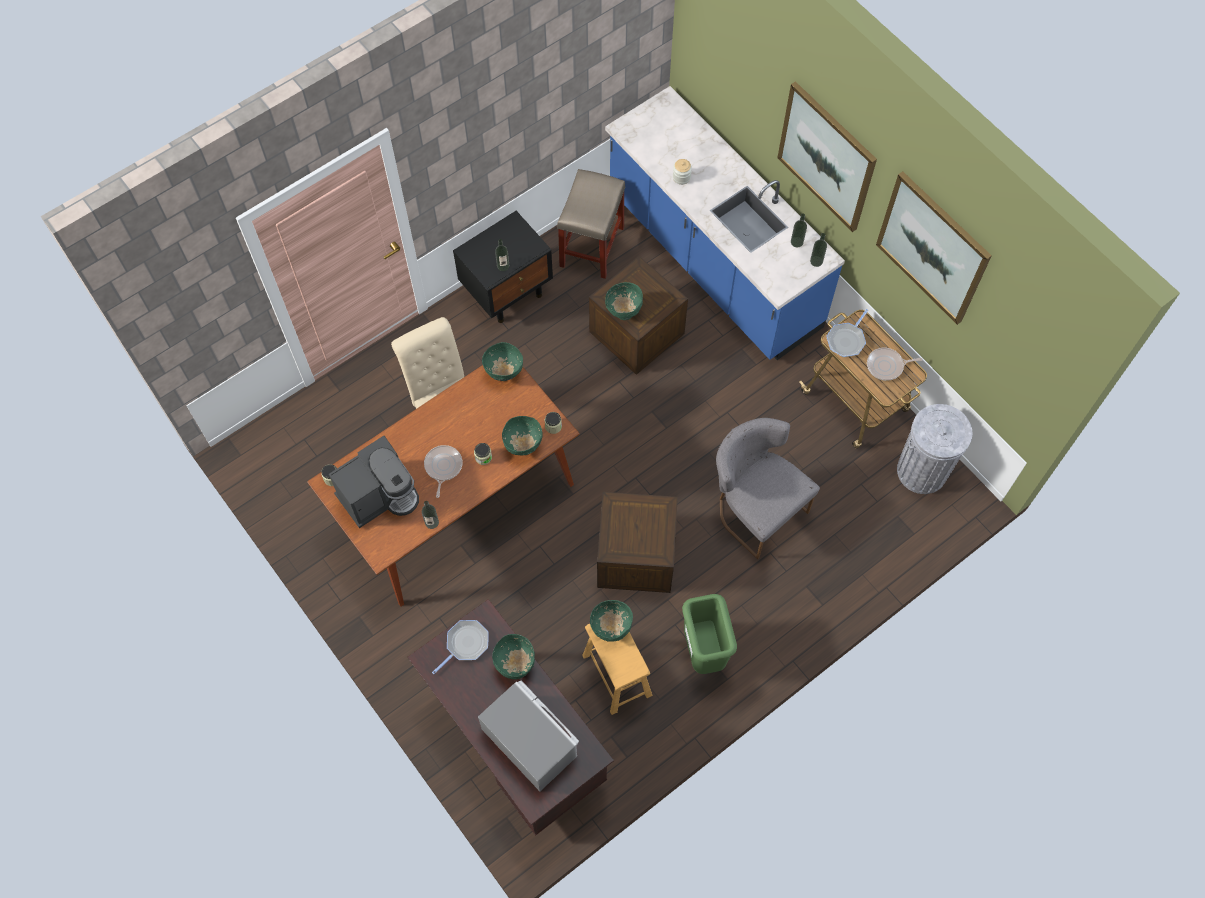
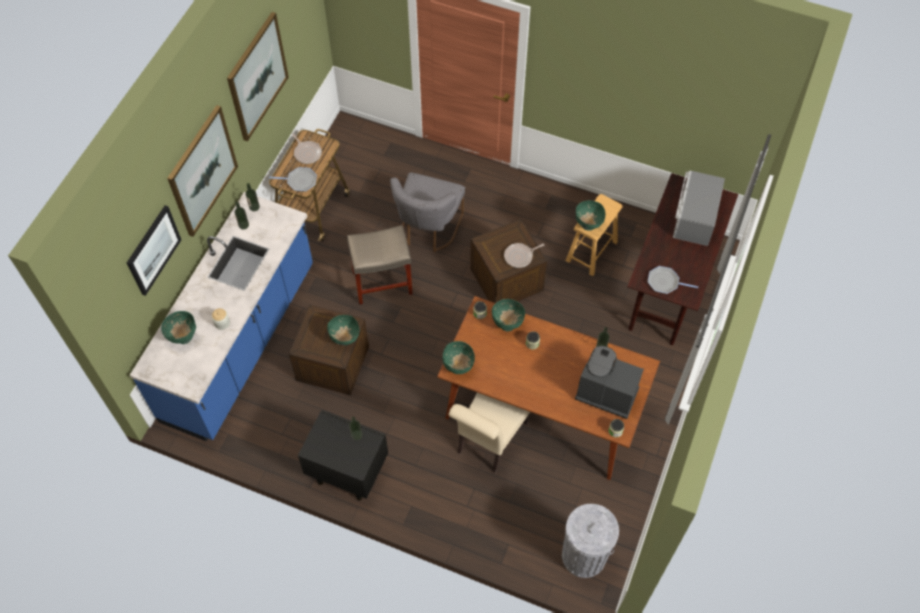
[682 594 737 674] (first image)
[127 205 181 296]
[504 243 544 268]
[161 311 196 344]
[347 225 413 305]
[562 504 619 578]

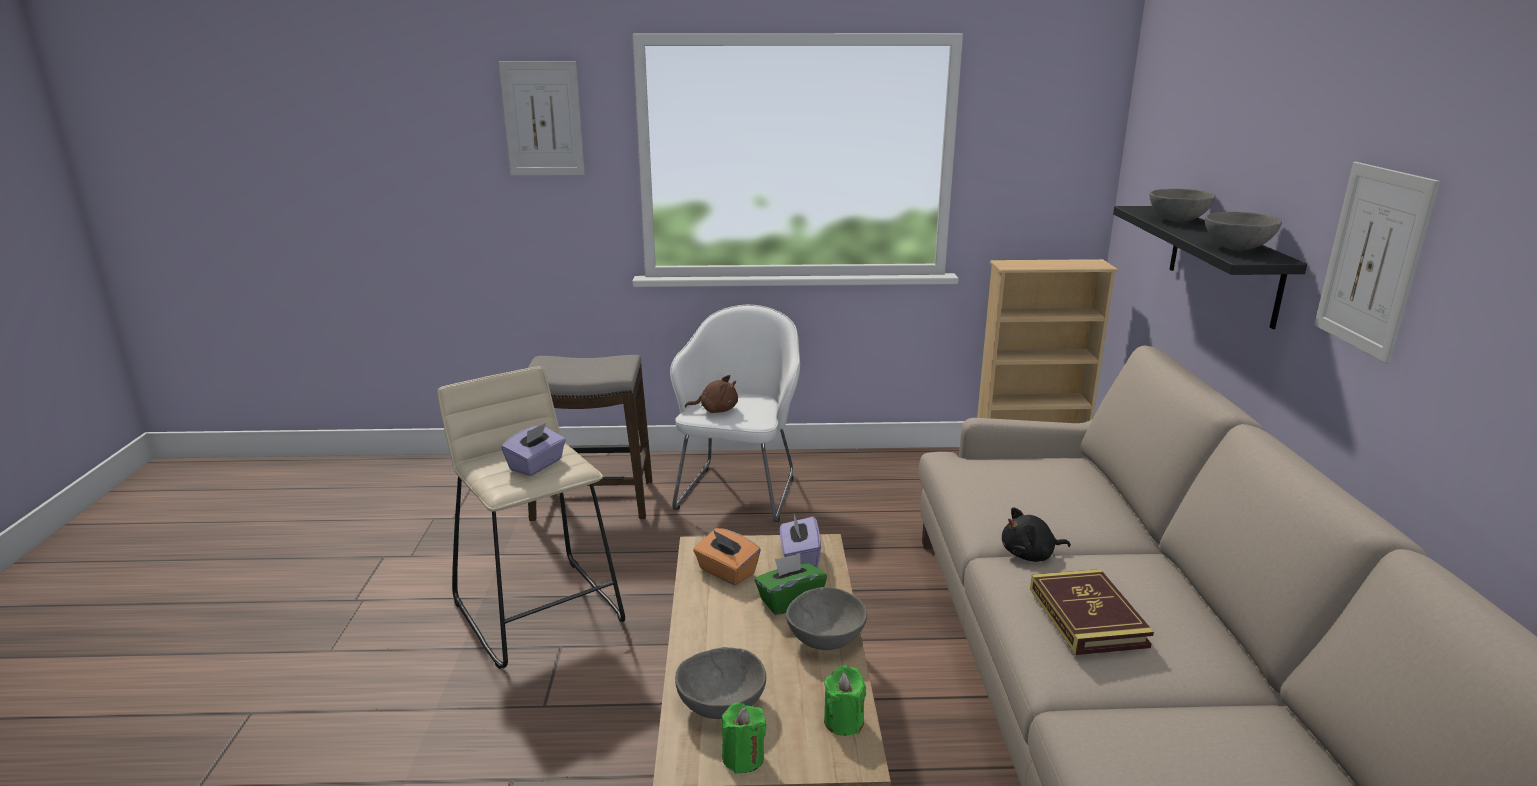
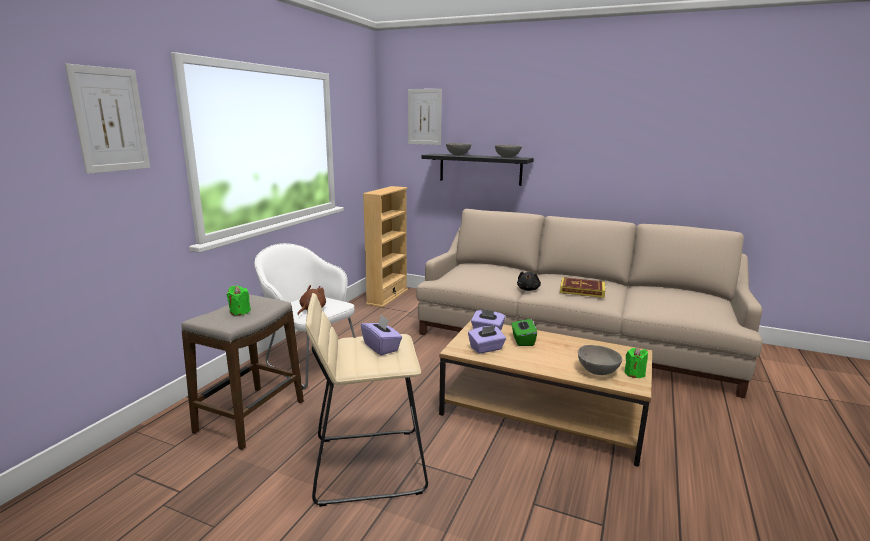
[786 587 867 650] (first image)
[227 285 251 316]
[408 89 442 145]
[468 325 506 354]

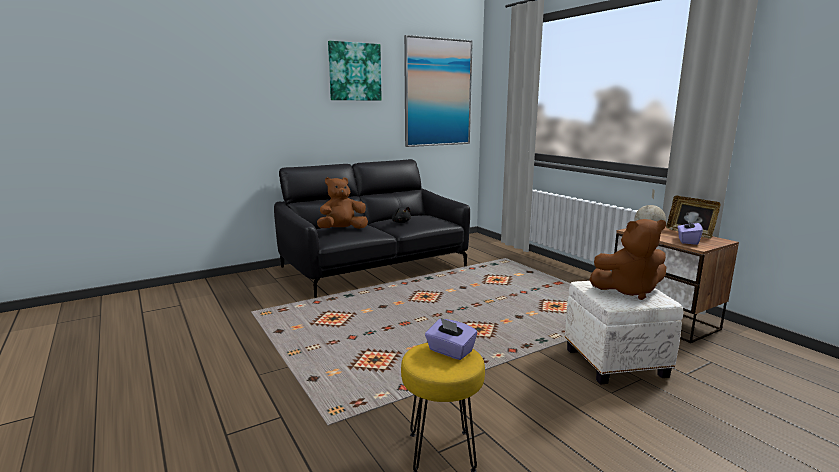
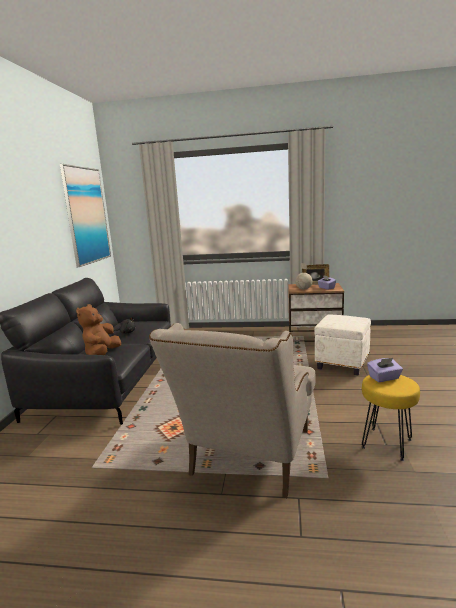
[328 41 382 101] (first image)
[589 219 667 300] (first image)
[149 323 316 498]

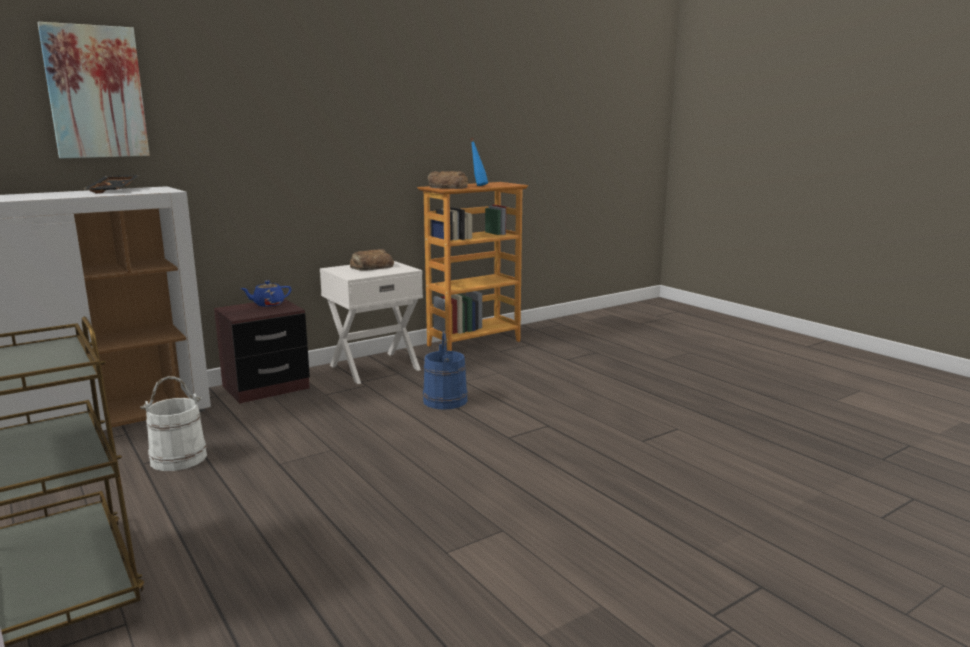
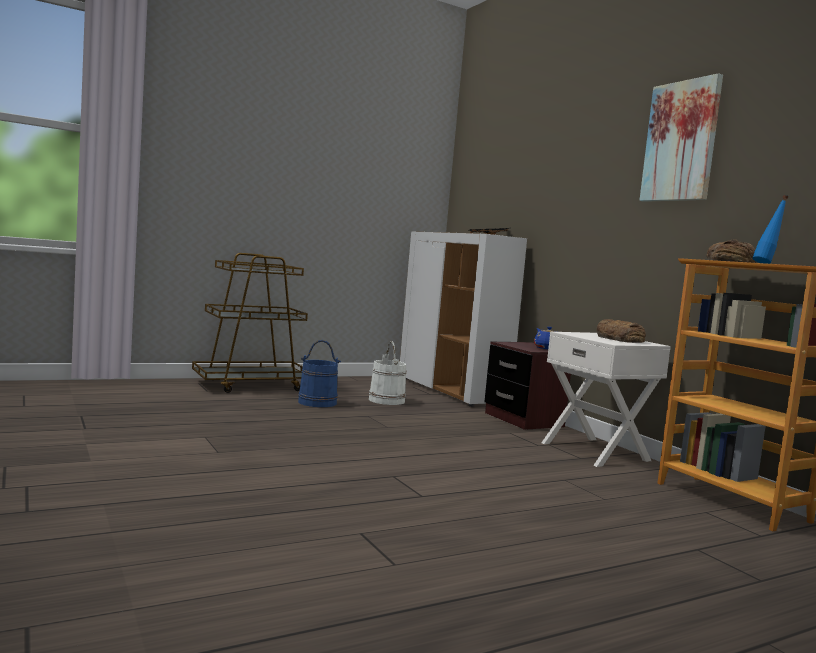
[639 73 723 202]
[298 340 341 407]

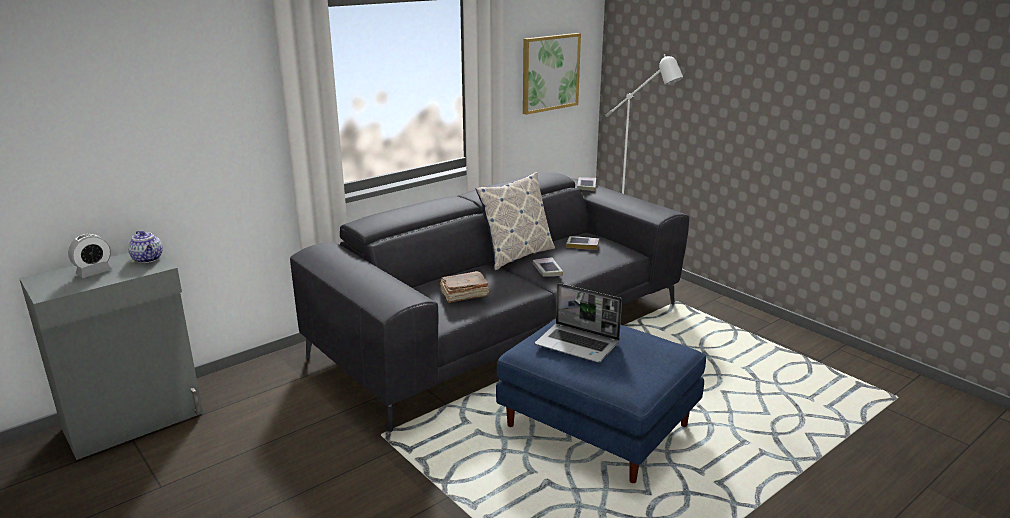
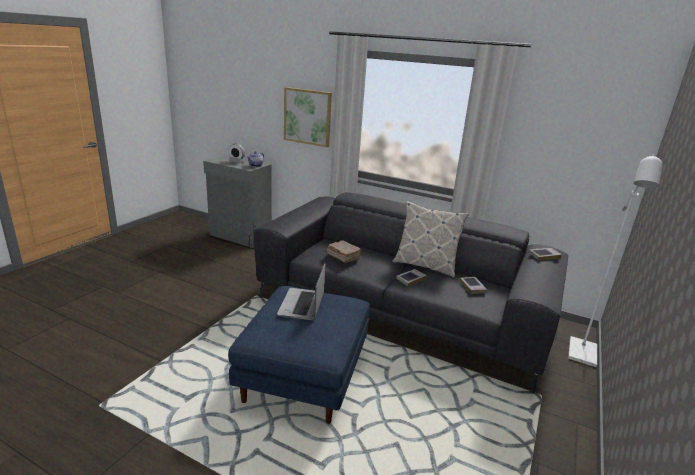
[284 87 332 147]

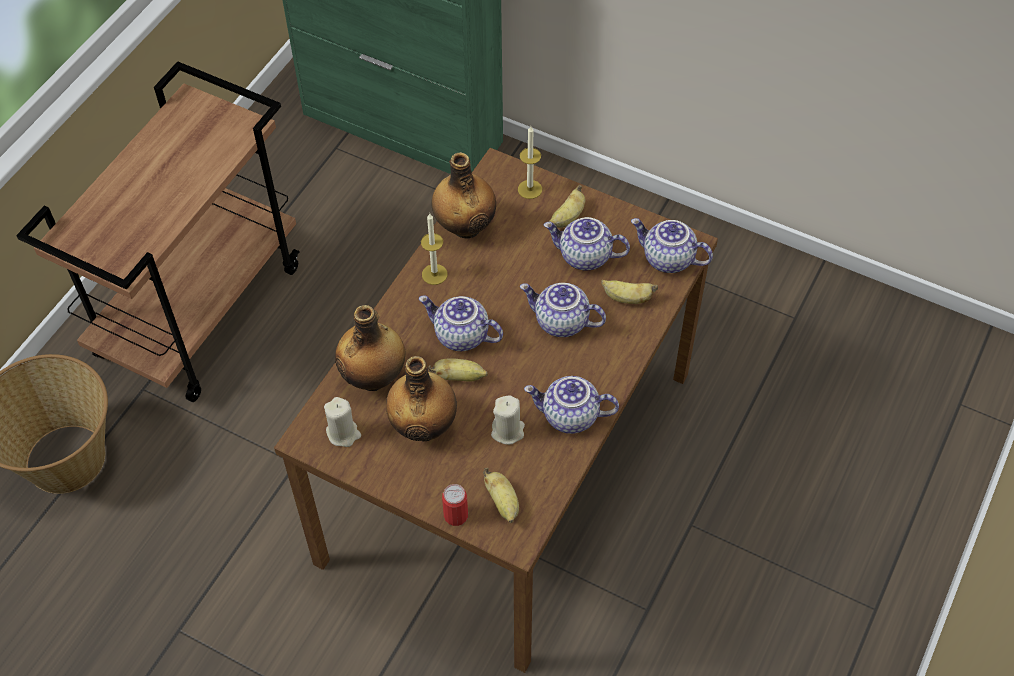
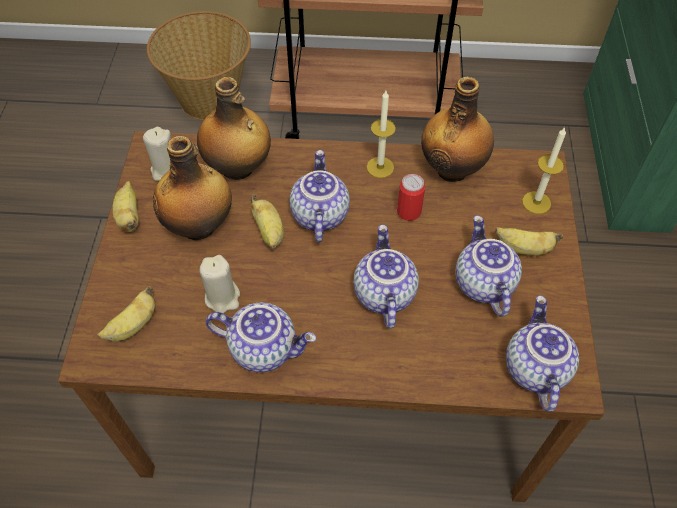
[397 174 425 221]
[113 181 139 232]
[206 303 316 372]

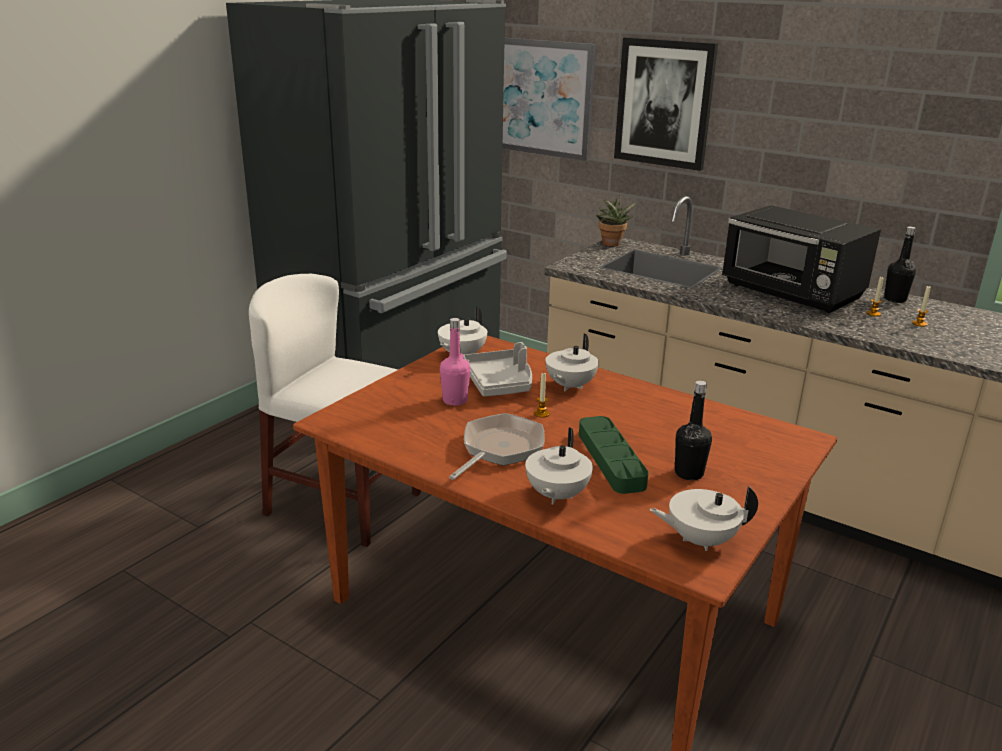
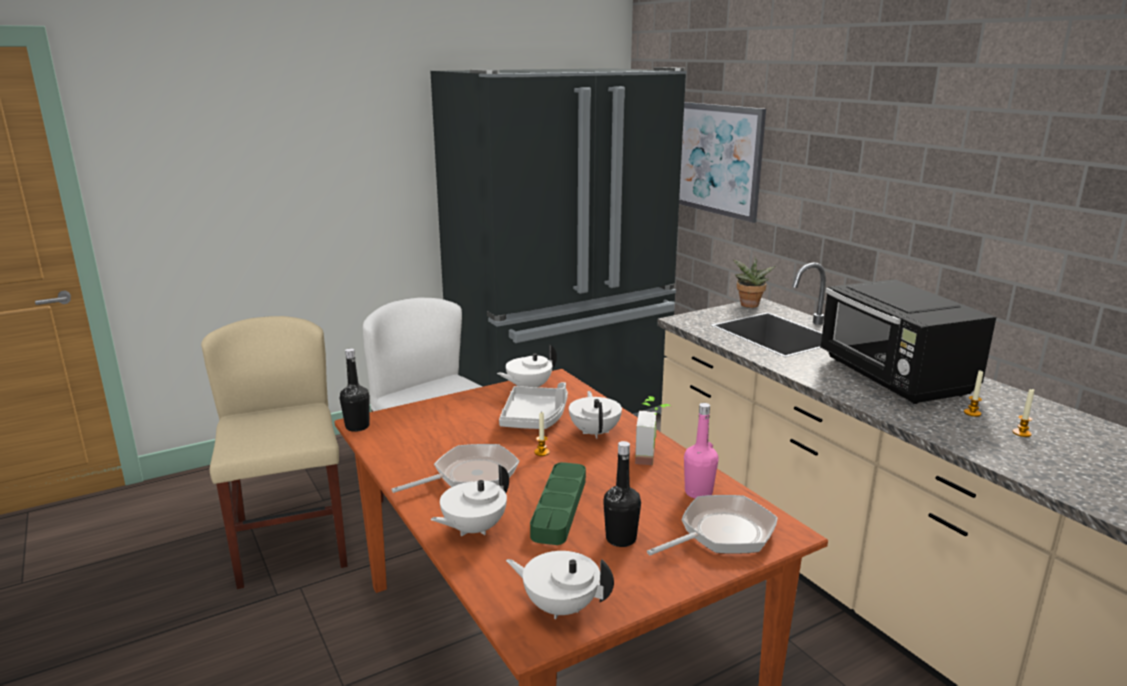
[614 37 718 171] (first image)
[201 316 348 589]
[635 396 671 465]
[647 495 778 555]
[684 403 718 499]
[340 349 369 432]
[569 391 622 439]

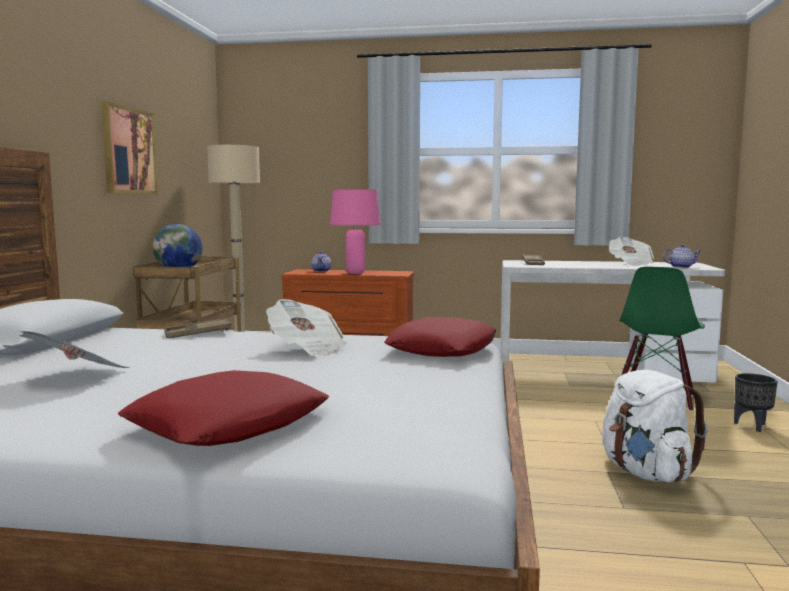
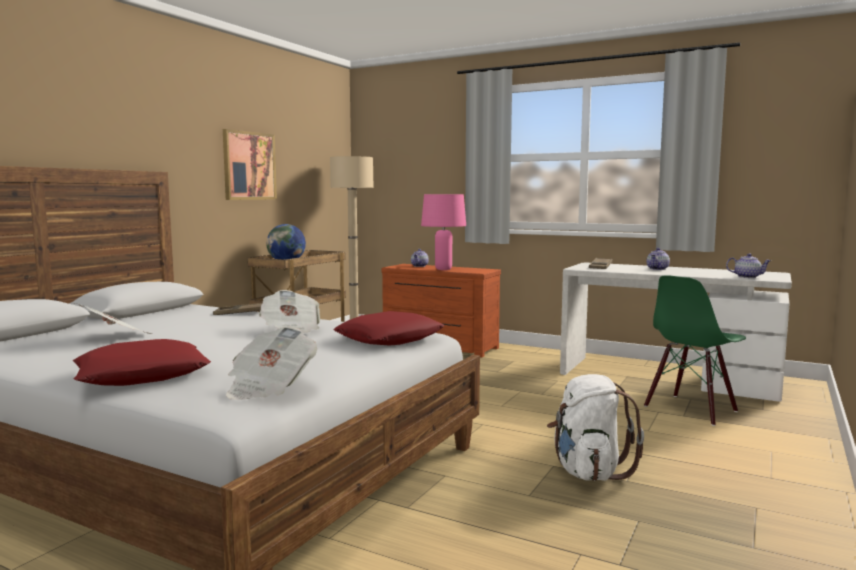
[734 373 778 432] (first image)
[646 248 670 270]
[226 327 317 400]

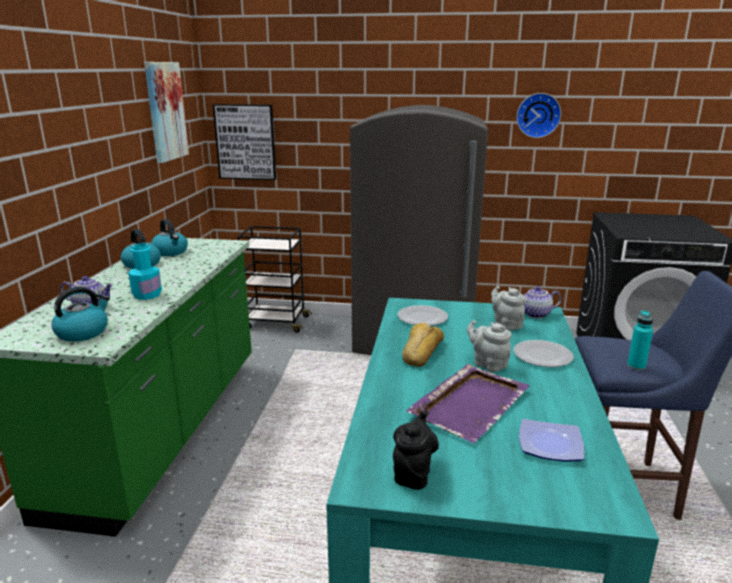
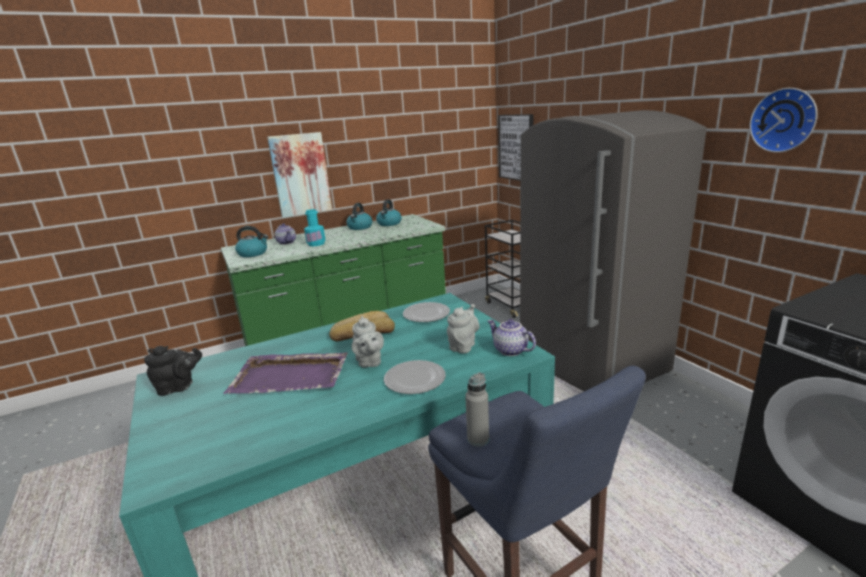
[519 419 584 462] (first image)
[267 132 332 218]
[465 372 489 447]
[351 316 384 368]

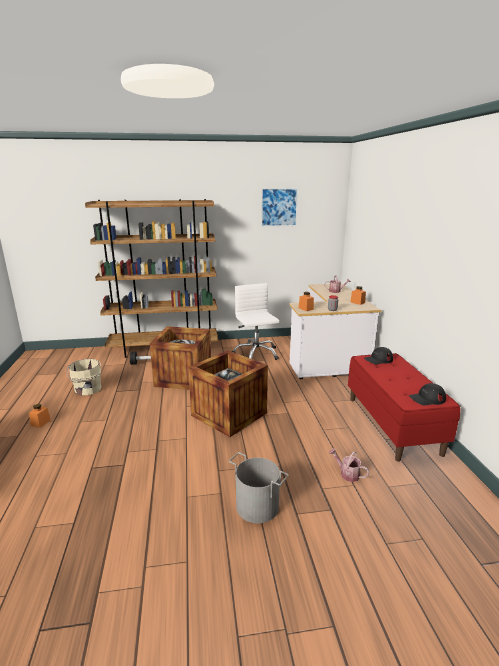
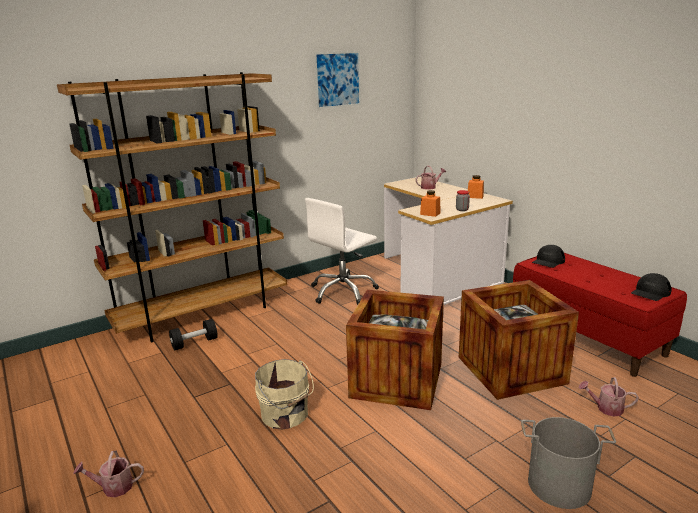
[255 359 314 430]
[459 280 579 400]
[73 451 144 497]
[305 198 379 305]

